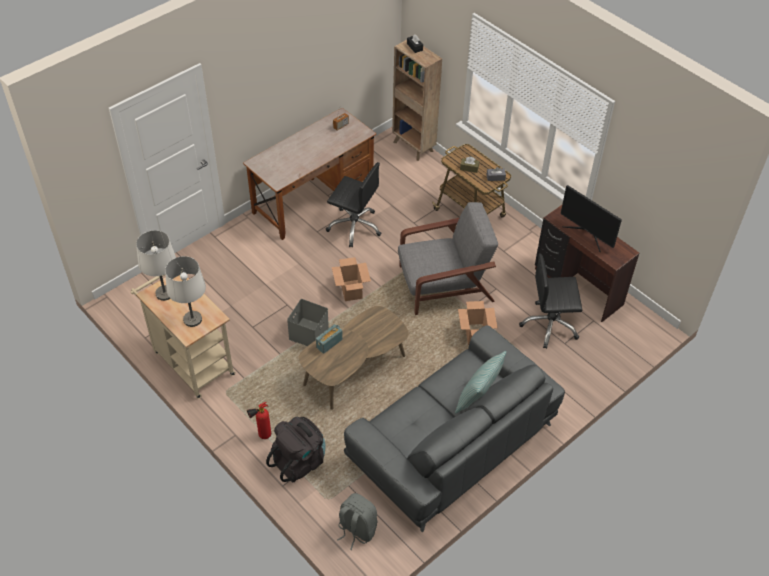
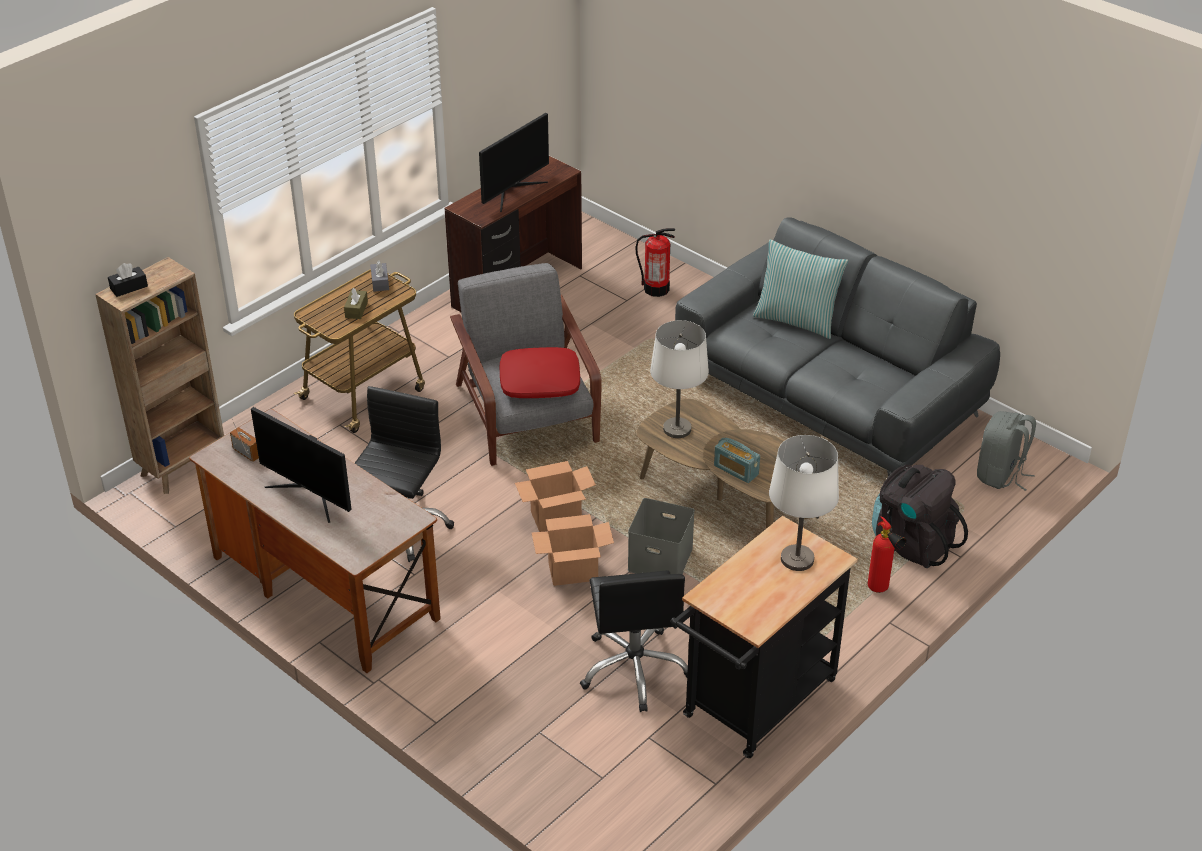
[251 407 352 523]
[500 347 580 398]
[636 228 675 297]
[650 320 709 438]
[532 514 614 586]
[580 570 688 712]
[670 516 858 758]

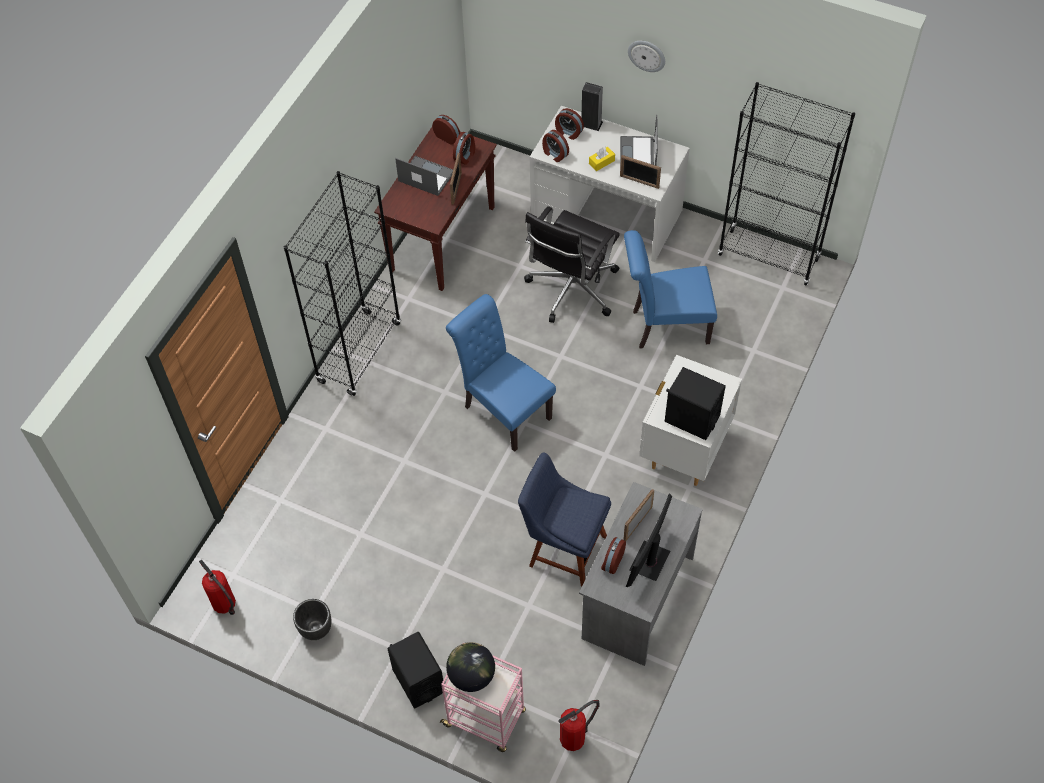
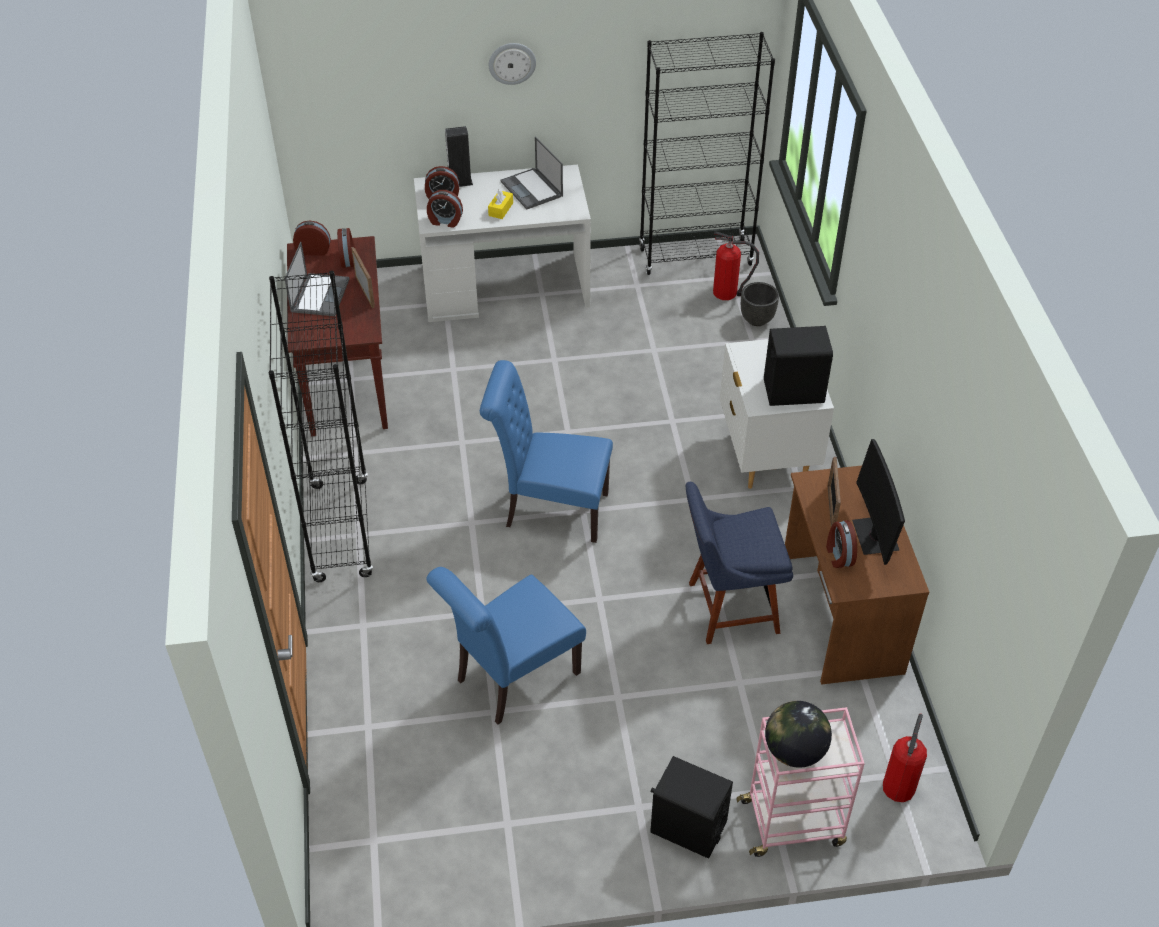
[524 206 620 323] (first image)
[620 155 661 189] (first image)
[713 231 759 300]
[741 282 779 326]
[426 567 586 724]
[785 465 929 685]
[285 242 350 316]

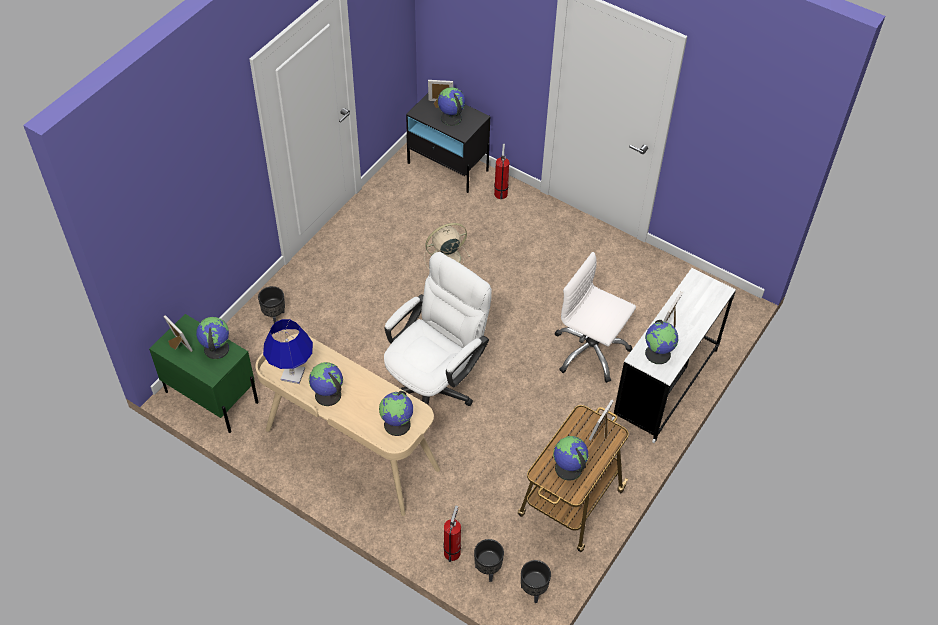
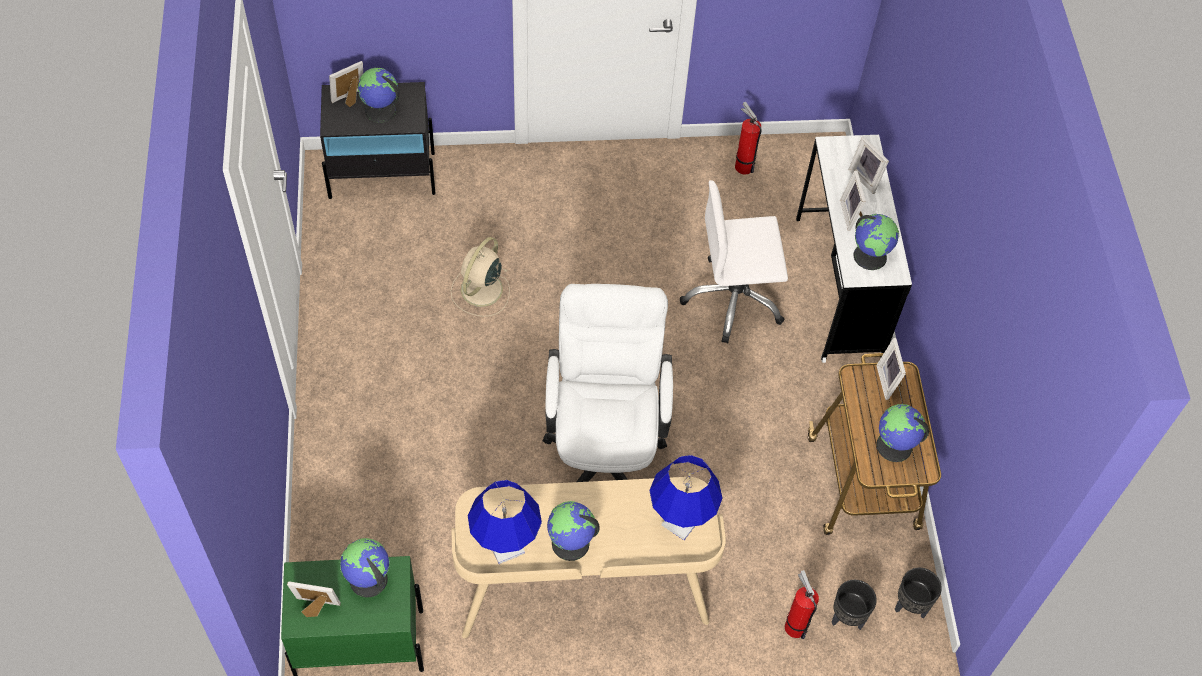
[258 286 285 323] (first image)
[848 136 889 194]
[735 102 762 175]
[649 455 723 540]

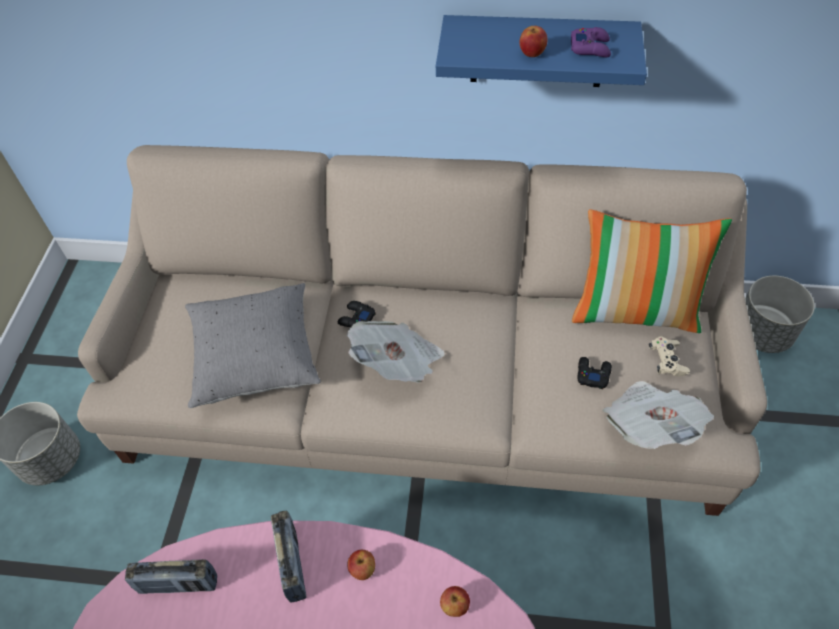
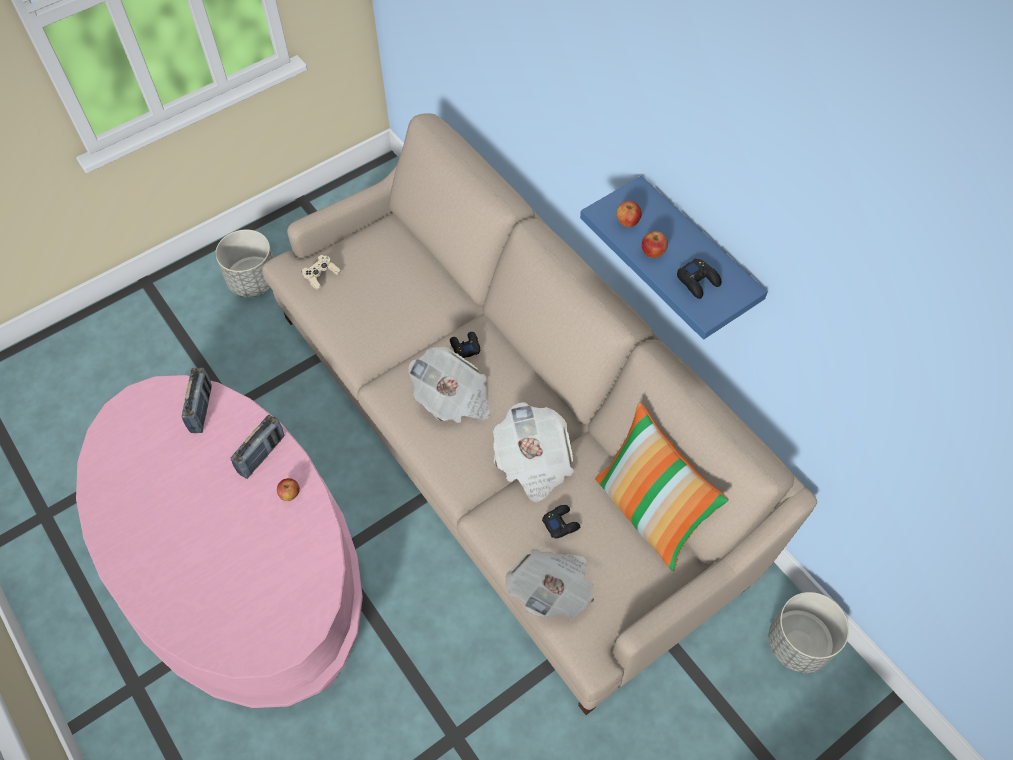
[185 283 321 408] (first image)
[493 402 574 502]
[616 201 642 227]
[301 255 341 290]
[677 258 721 299]
[181 367 212 433]

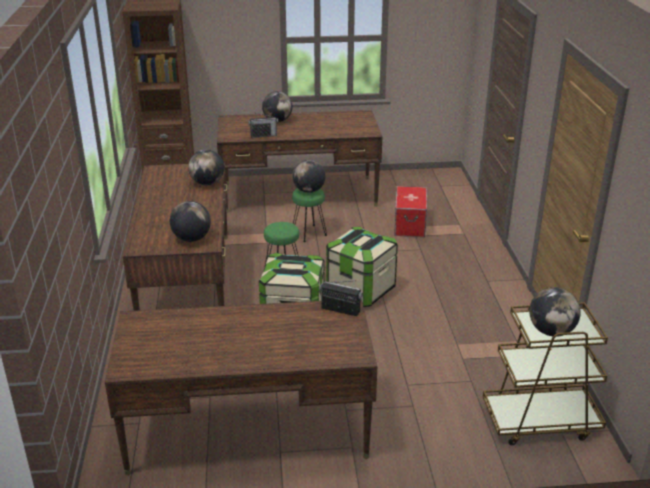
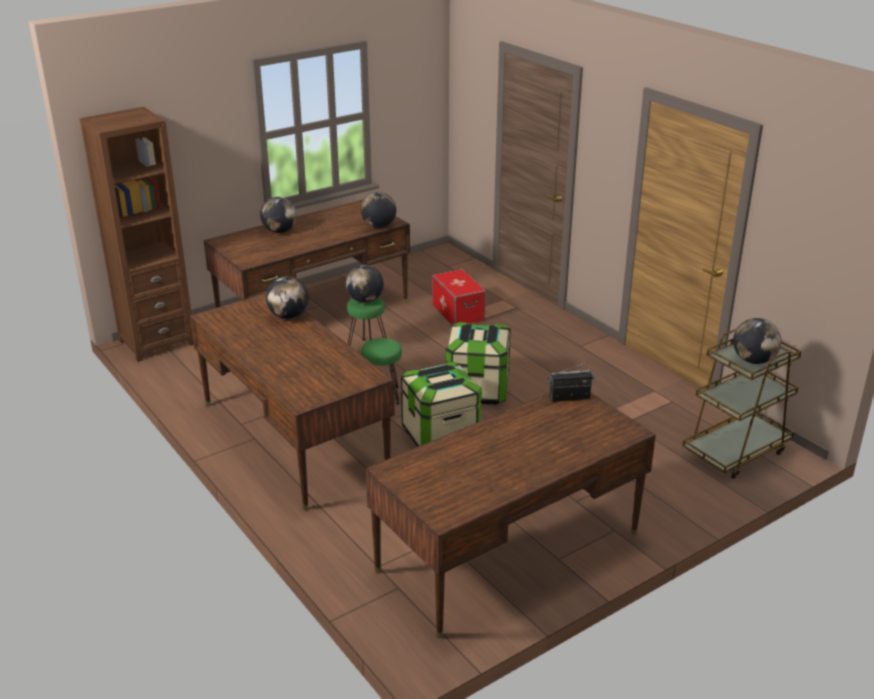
[248 112 278 138] (first image)
[361 192 396 228]

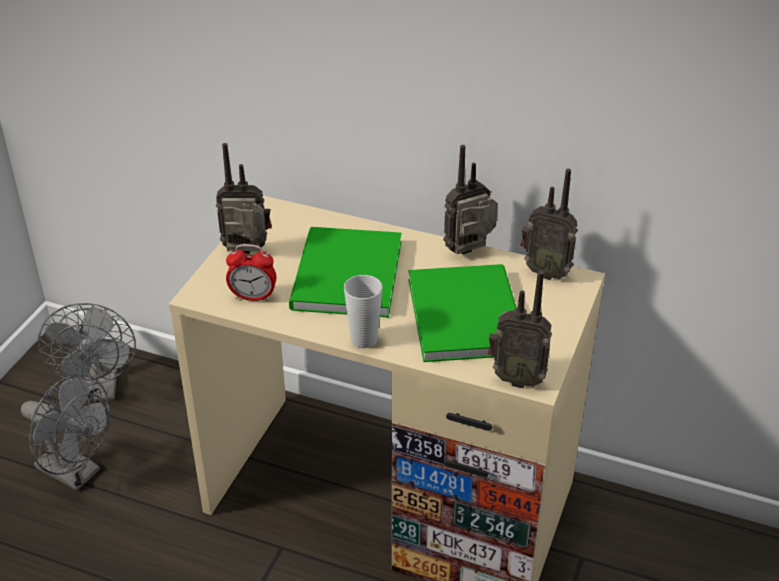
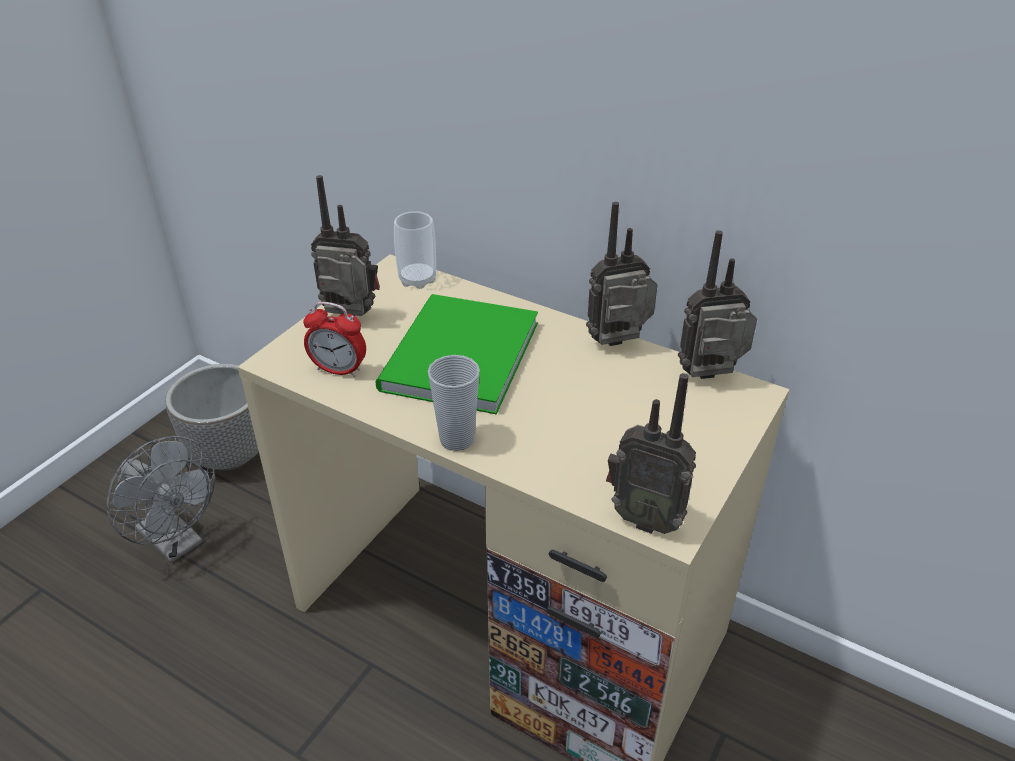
[409 264 517 362] (first image)
[394 211 436 289]
[165 364 259 470]
[678 230 757 379]

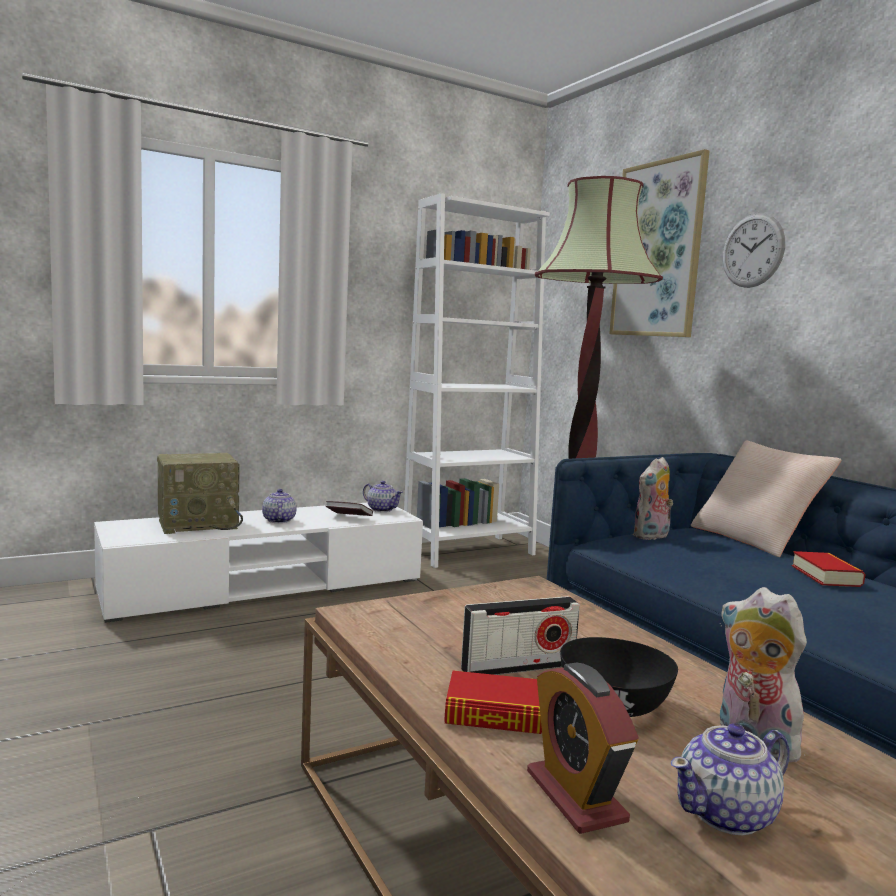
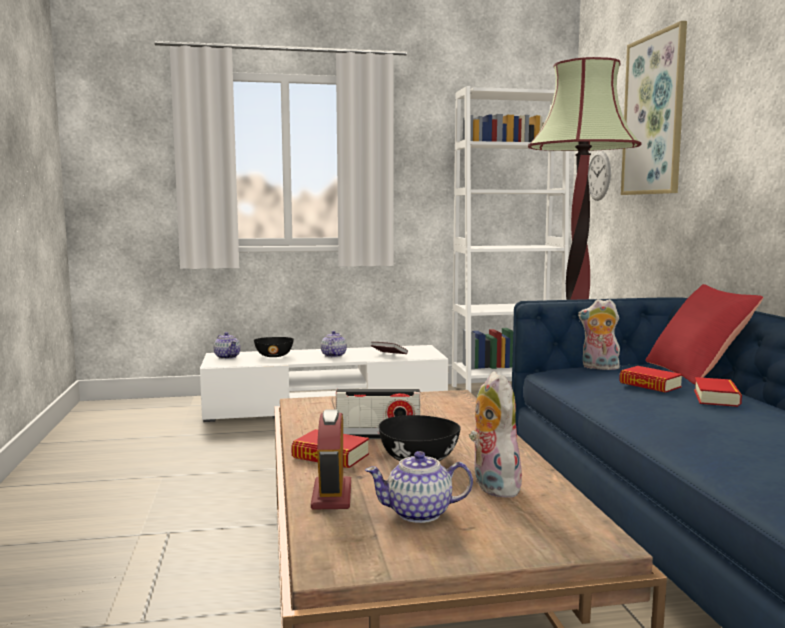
[619 366 683 393]
[213 332 241 359]
[588 151 611 201]
[254 337 294 357]
[645 284 764 385]
[578 299 620 370]

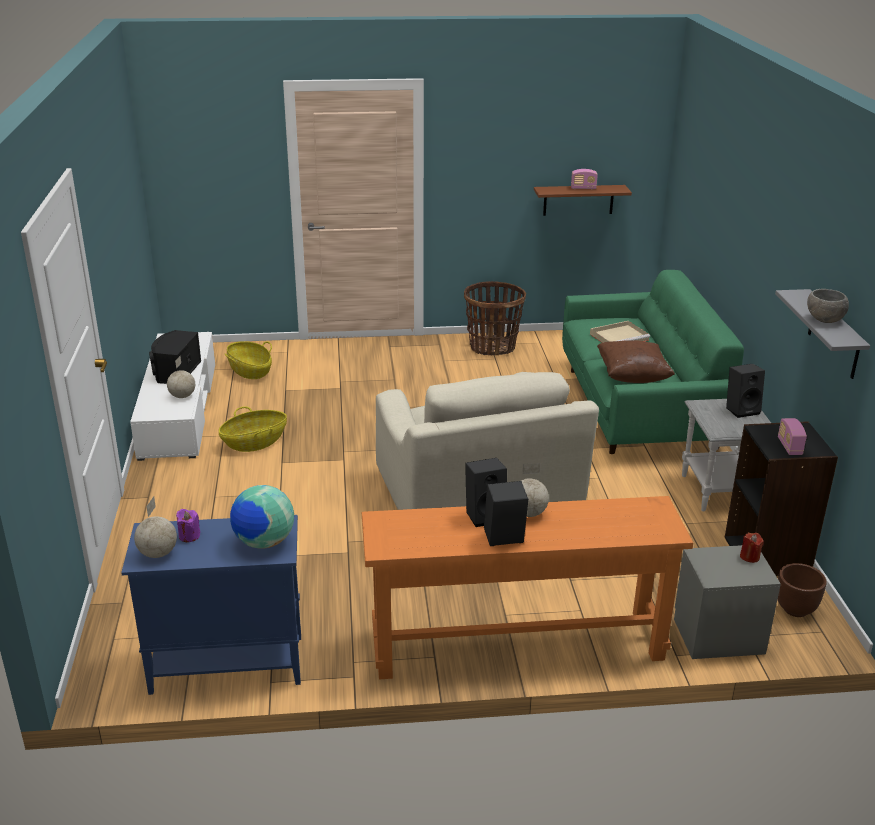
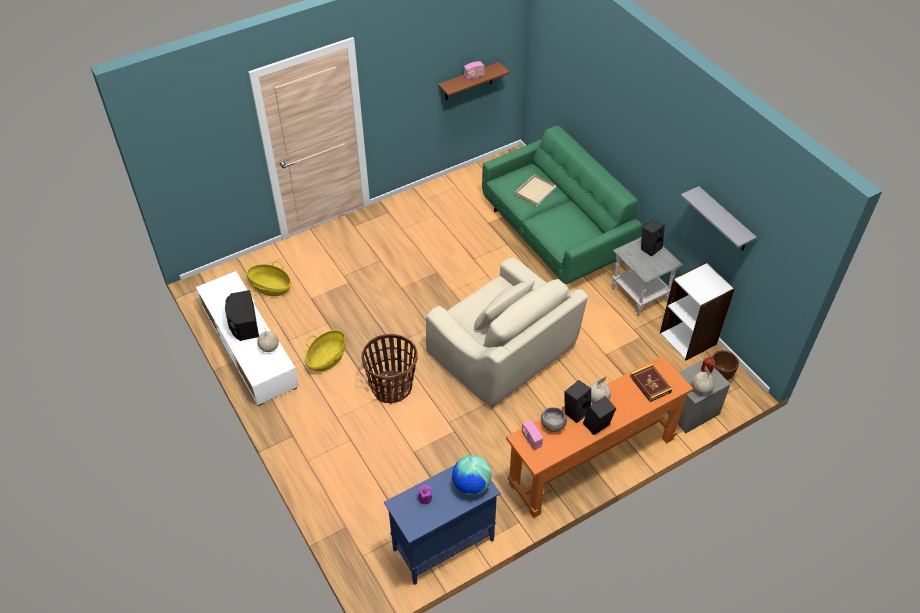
[597 340 675 383] (first image)
[630 364 672 402]
[692 365 715 394]
[361 334 418 404]
[522 420 543 450]
[541 407 567 432]
[660 262 735 361]

